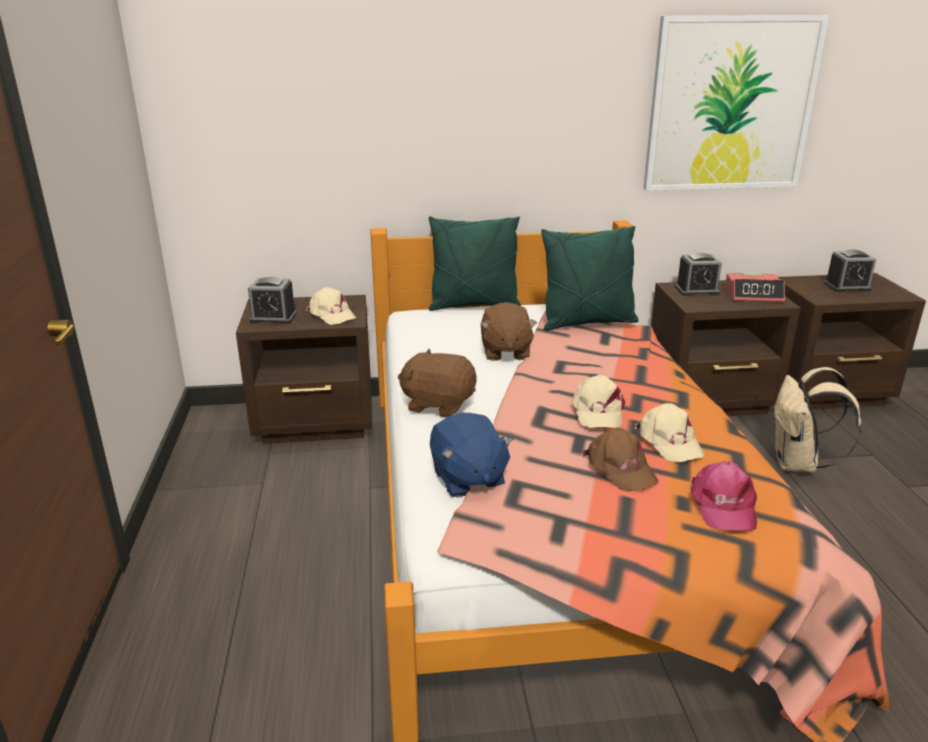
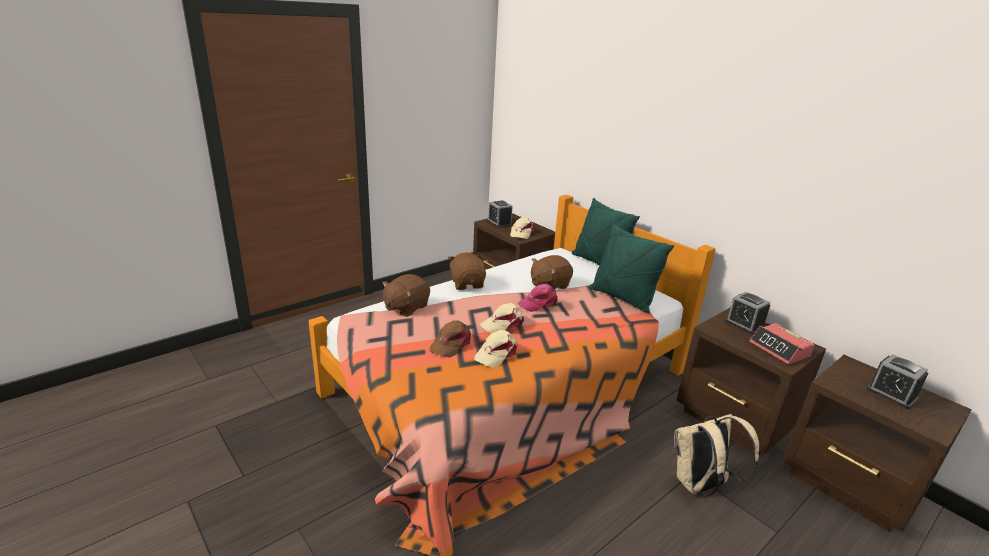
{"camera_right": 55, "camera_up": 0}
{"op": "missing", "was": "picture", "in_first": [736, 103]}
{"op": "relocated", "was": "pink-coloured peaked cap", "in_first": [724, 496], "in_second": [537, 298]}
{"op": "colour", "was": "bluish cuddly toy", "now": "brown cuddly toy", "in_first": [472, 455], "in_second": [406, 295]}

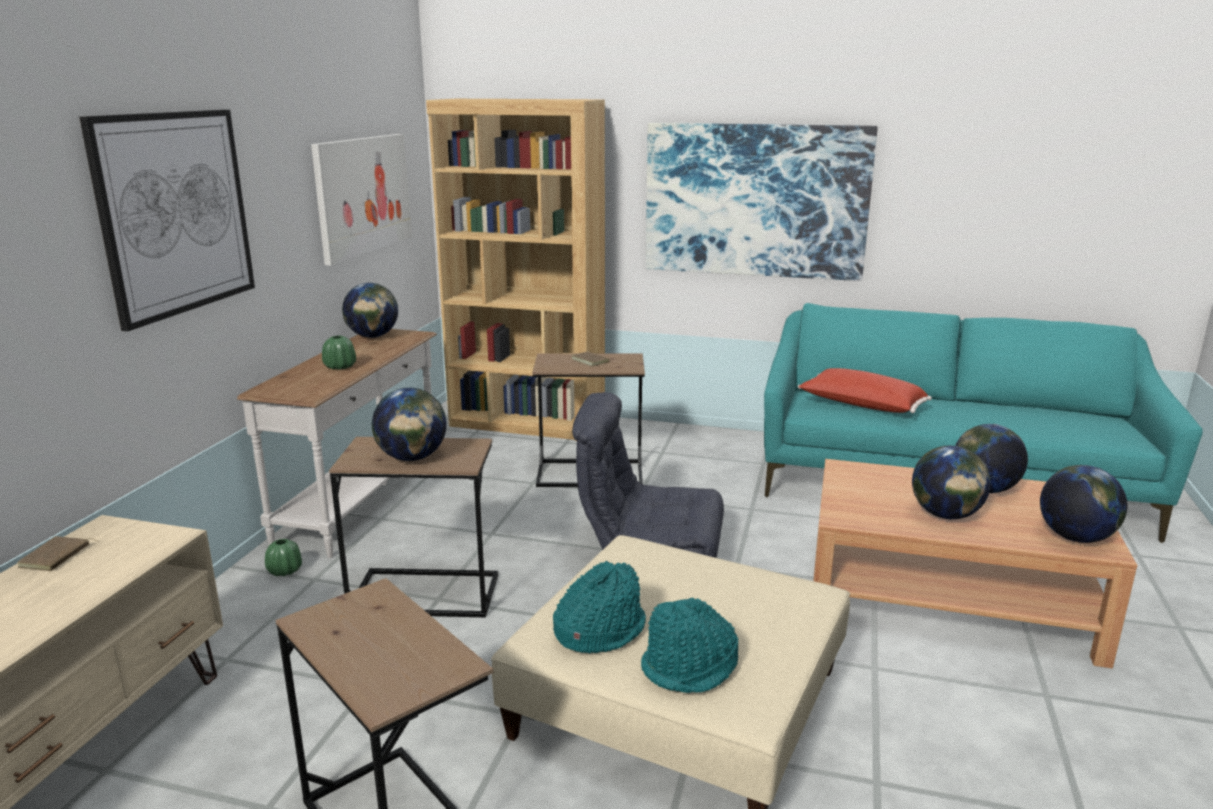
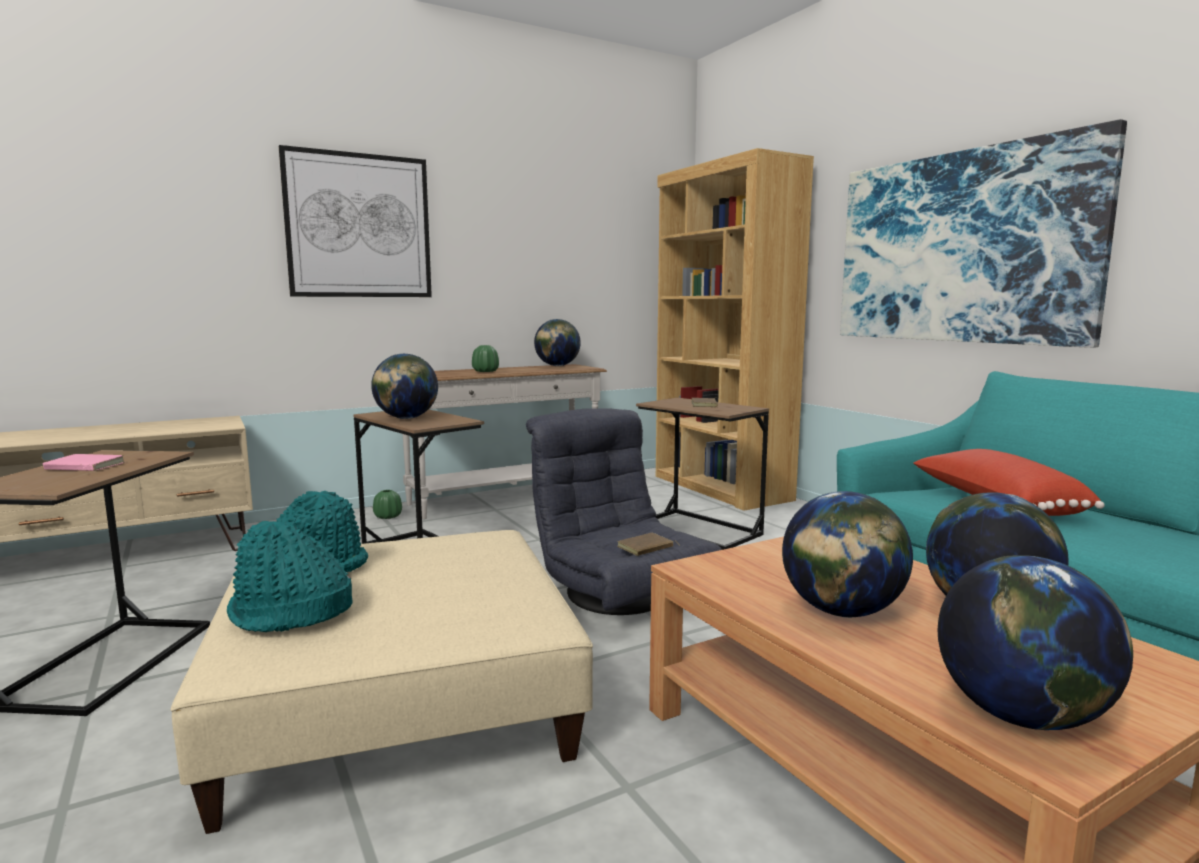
{"camera_right": 45, "camera_up": -10}
{"op": "missing", "was": "picture", "in_first": [361, 200]}
{"op": "appeared", "now": "pink-coloured book", "in_second": [84, 462]}
{"op": "relocated", "was": "brown book", "in_first": [58, 553], "in_second": [648, 544]}

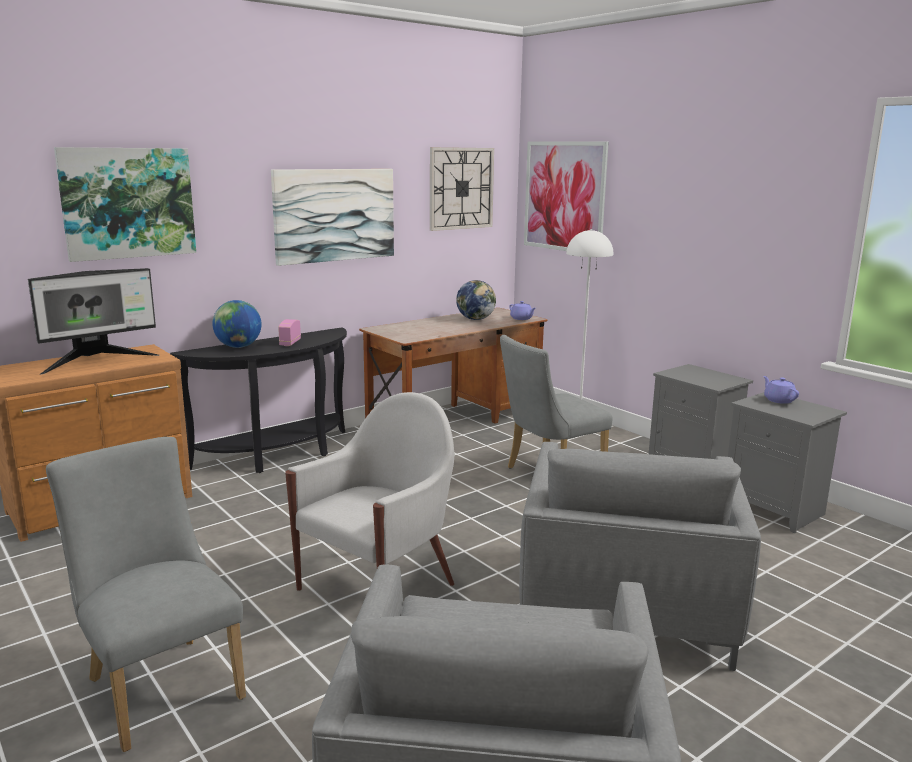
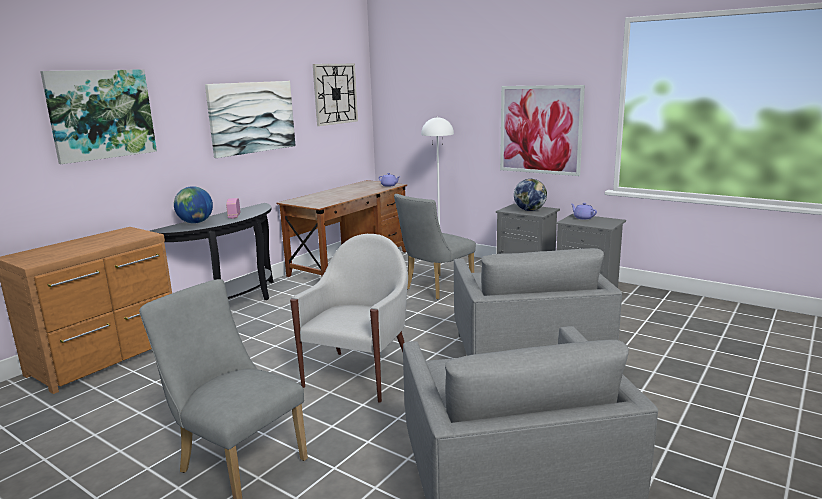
{"camera_right": -15, "camera_up": 0}
{"op": "missing", "was": "monitor", "in_first": [93, 321]}
{"op": "relocated", "was": "desk globe", "in_first": [476, 300], "in_second": [530, 195]}
{"op": "relocated", "was": "picture", "in_first": [566, 196], "in_second": [542, 130]}

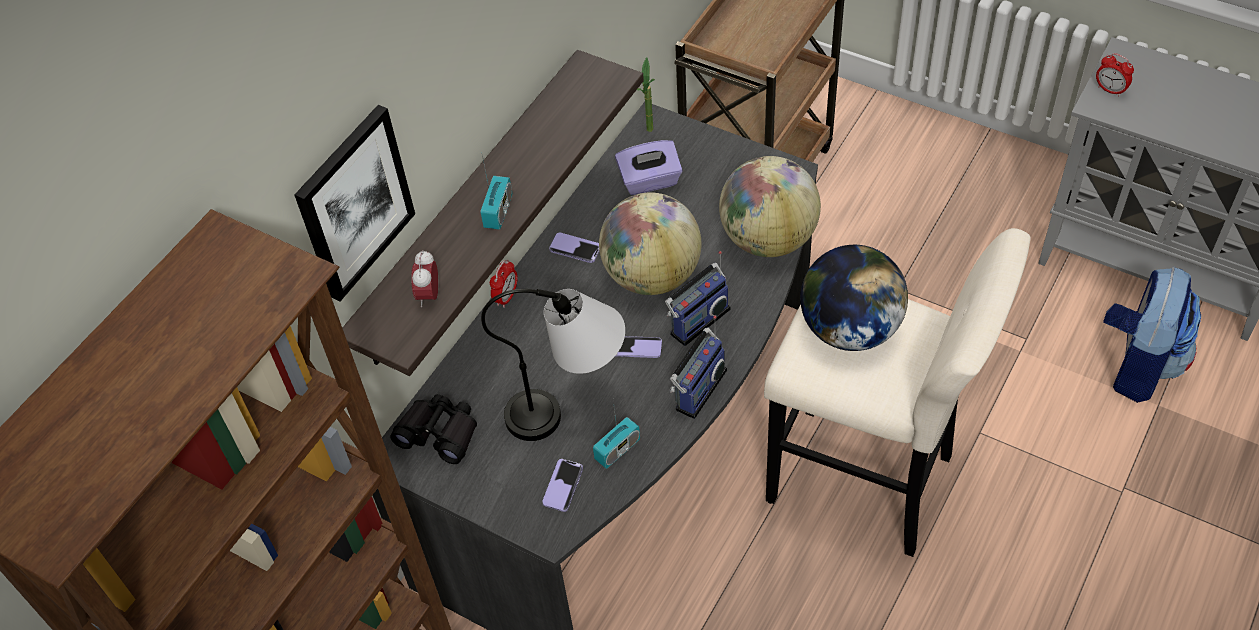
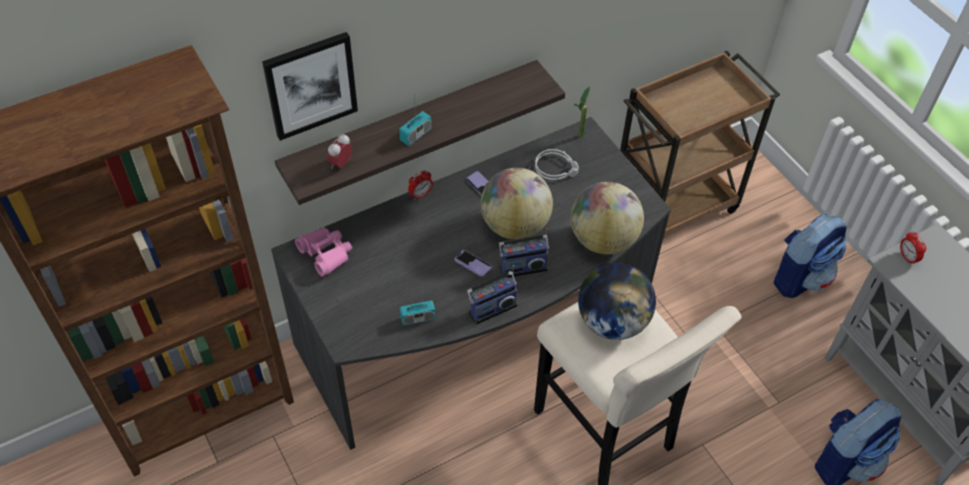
{"camera_right": 25, "camera_up": 0}
{"op": "missing", "was": "tabletop lamp", "in_first": [553, 365]}
{"op": "missing", "was": "handset", "in_first": [562, 485]}
{"op": "appeared", "now": "rucksack", "in_second": [810, 256]}
{"op": "exchanged", "was": "purplish box of tissues", "now": "greyish pair of headphones", "in_first": [649, 167], "in_second": [557, 164]}
{"op": "colour", "was": "black pair of binoculars", "now": "pink-coloured pair of binoculars", "in_first": [433, 429], "in_second": [323, 251]}

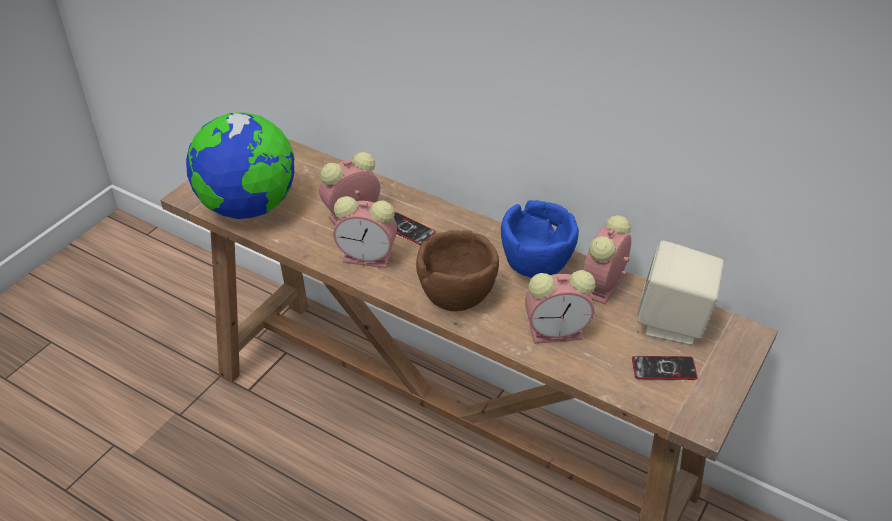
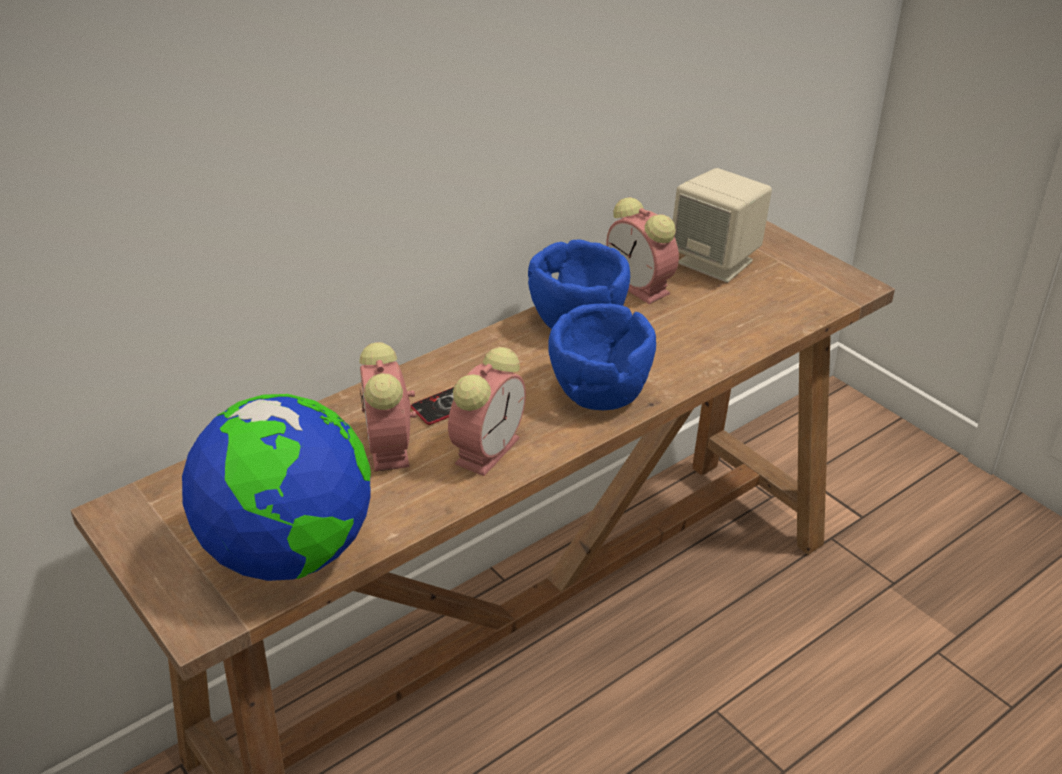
{"camera_right": -70, "camera_up": -5}
{"op": "missing", "was": "alarm clock", "in_first": [560, 307]}
{"op": "missing", "was": "handset", "in_first": [665, 368]}
{"op": "colour", "was": "brown serving bowl", "now": "bluish serving bowl", "in_first": [457, 270], "in_second": [602, 356]}

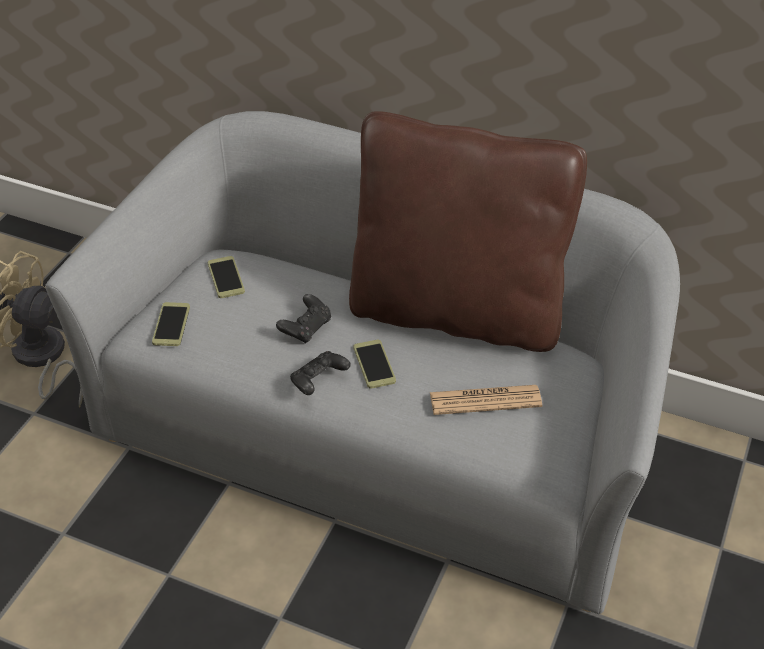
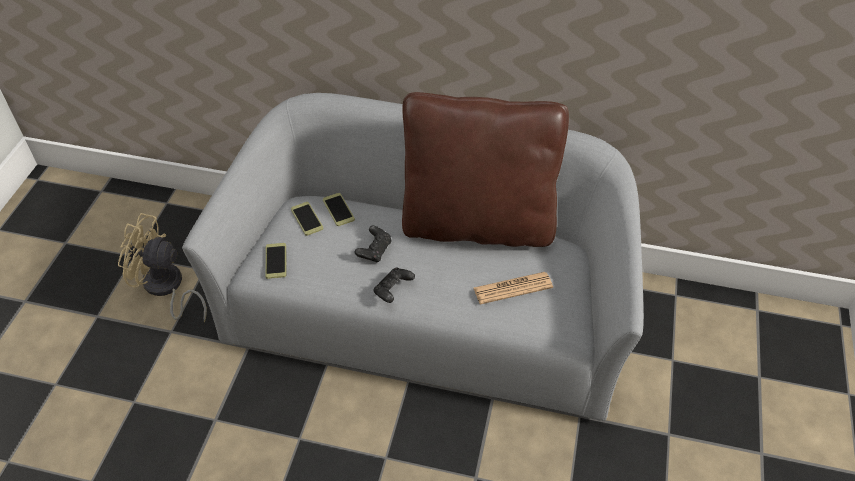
{"camera_right": -10, "camera_up": 5}
{"op": "relocated", "was": "handset", "in_first": [374, 364], "in_second": [339, 209]}

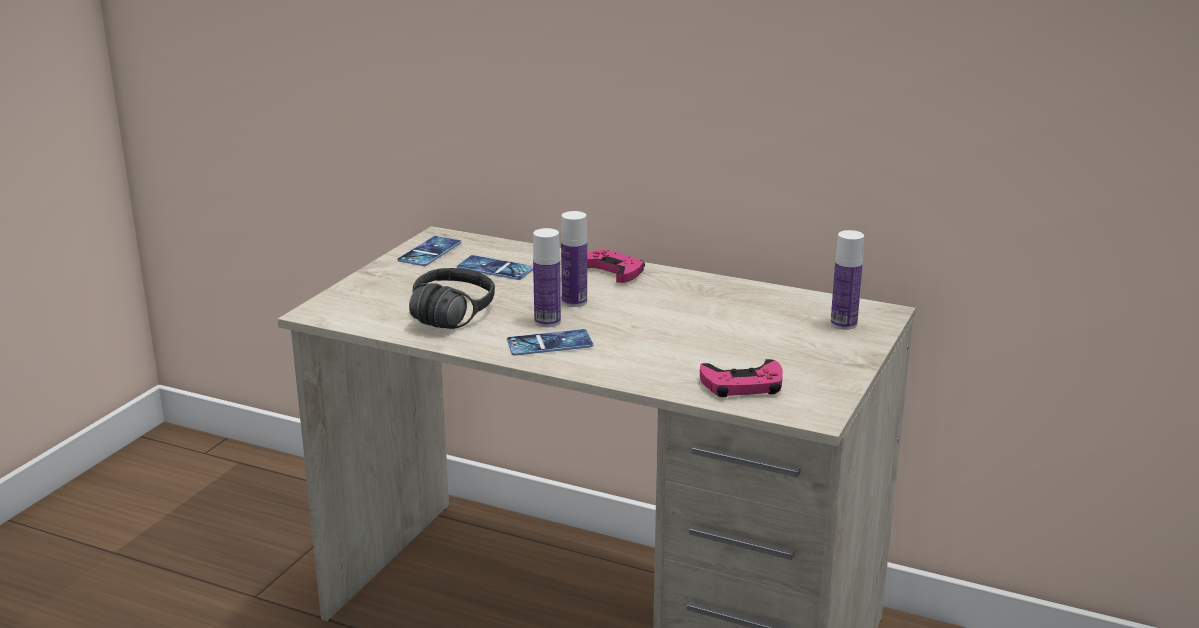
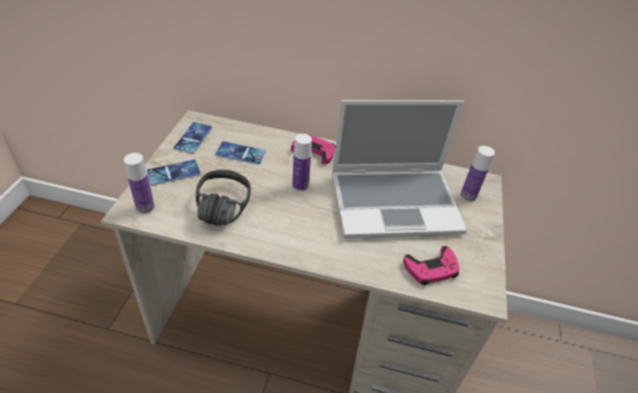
{"camera_right": -15, "camera_up": 20}
{"op": "appeared", "now": "portable computer", "in_second": [399, 169]}
{"op": "relocated", "was": "handset", "in_first": [550, 342], "in_second": [174, 172]}
{"op": "relocated", "was": "drink bottle", "in_first": [547, 277], "in_second": [139, 183]}

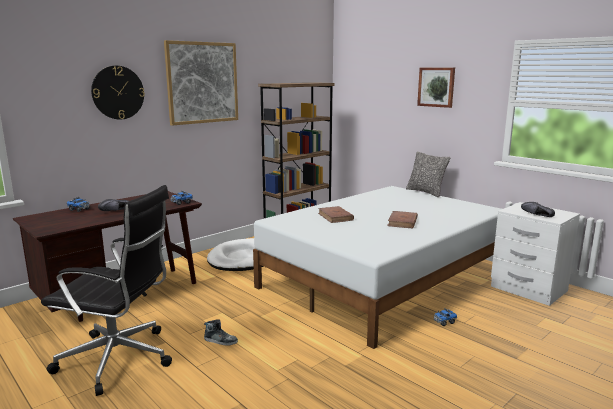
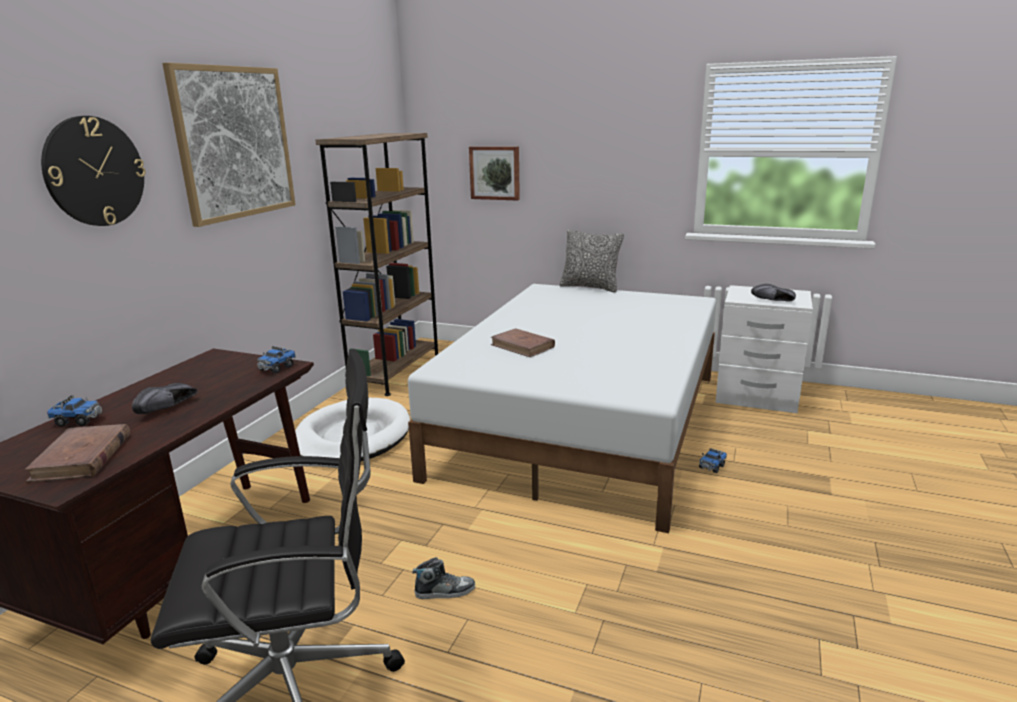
{"camera_right": -25, "camera_up": 5}
{"op": "relocated", "was": "brown book", "in_first": [402, 219], "in_second": [77, 453]}
{"op": "relocated", "was": "picture", "in_first": [436, 88], "in_second": [494, 173]}

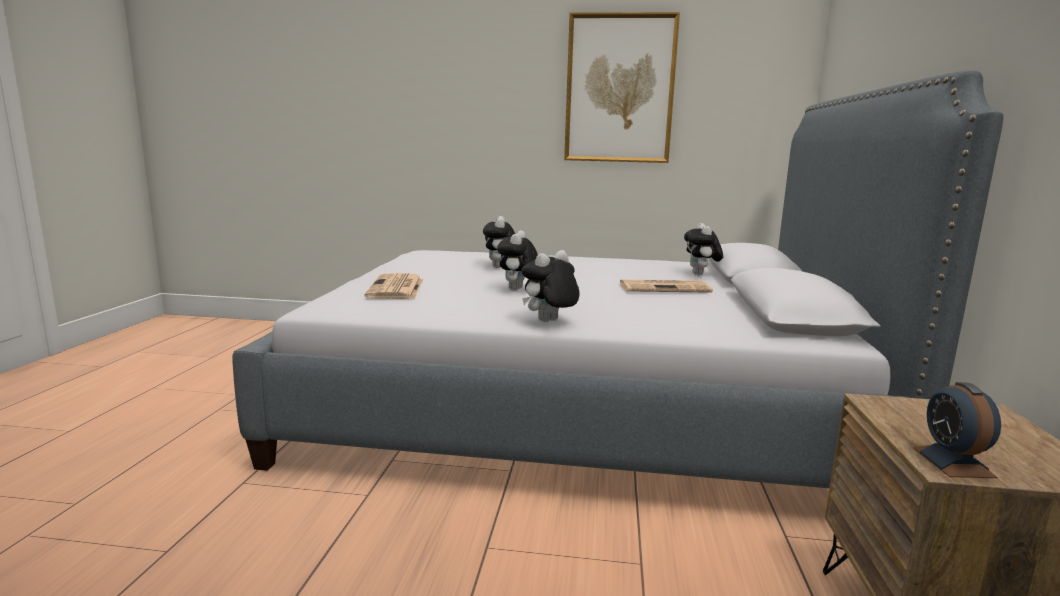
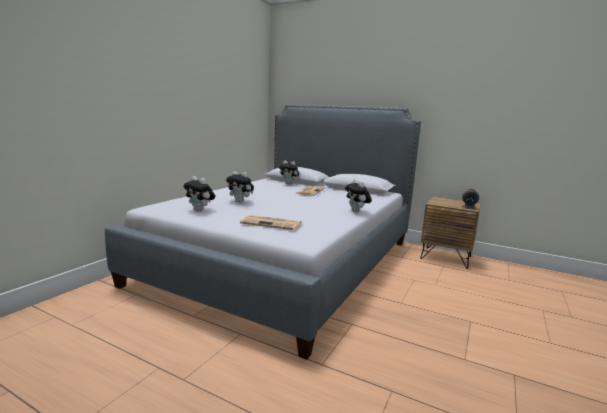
{"camera_right": -70, "camera_up": 0}
{"op": "missing", "was": "picture", "in_first": [622, 87]}
{"op": "relocated", "was": "cuddly toy", "in_first": [517, 260], "in_second": [199, 193]}

